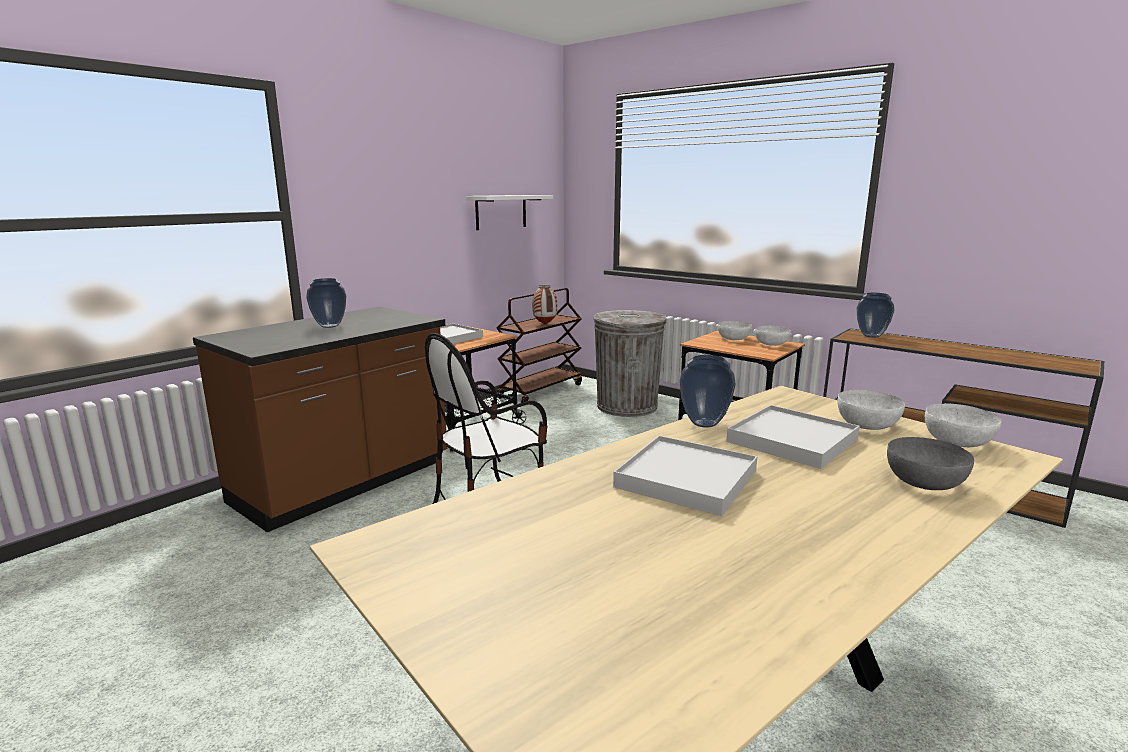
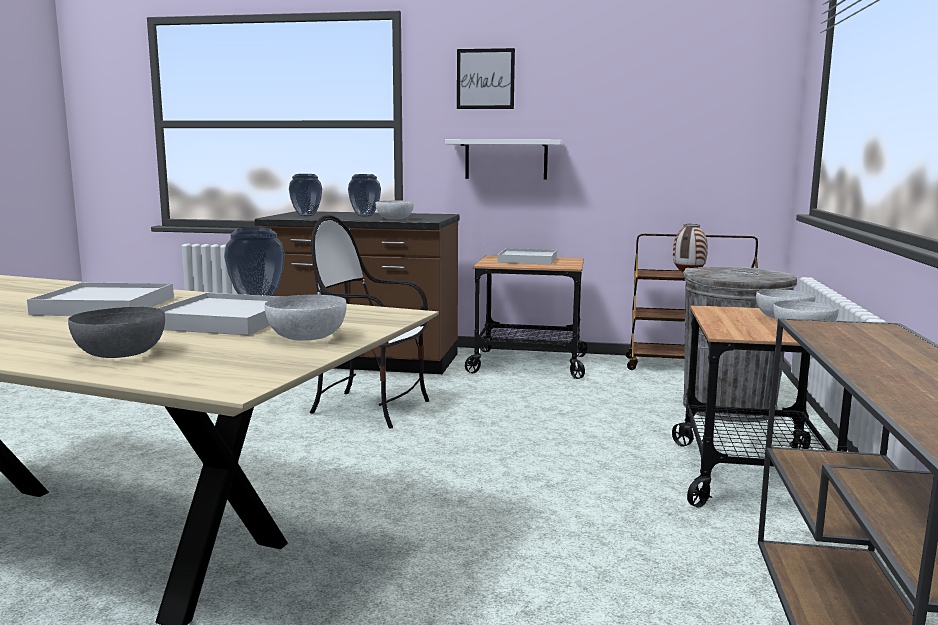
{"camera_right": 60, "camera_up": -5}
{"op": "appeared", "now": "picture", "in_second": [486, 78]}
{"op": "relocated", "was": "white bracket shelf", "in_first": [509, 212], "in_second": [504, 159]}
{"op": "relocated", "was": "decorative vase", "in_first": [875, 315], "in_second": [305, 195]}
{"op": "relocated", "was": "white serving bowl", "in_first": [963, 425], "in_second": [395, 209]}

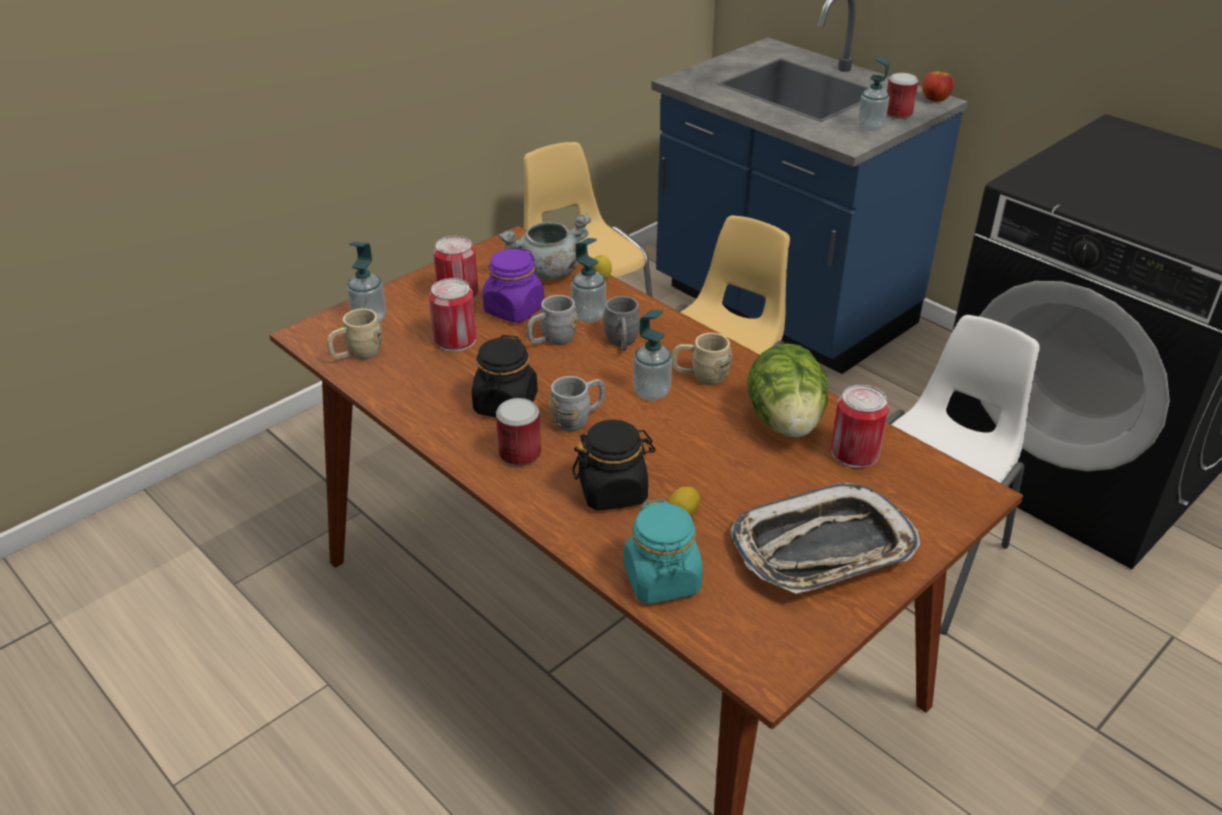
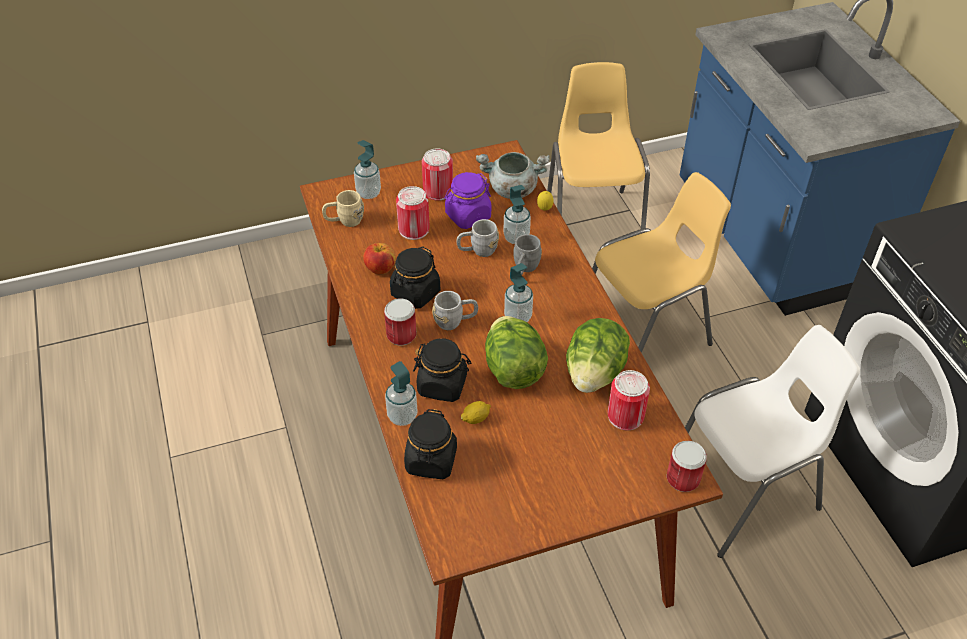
{"camera_right": 25, "camera_up": 10}
{"op": "missing", "was": "beige tea mug", "in_first": [702, 359]}
{"op": "missing", "was": "tray", "in_first": [825, 538]}
{"op": "appeared", "now": "lettuce", "in_second": [516, 352]}
{"op": "relocated", "was": "liquid soap bottle", "in_first": [874, 93], "in_second": [401, 393]}
{"op": "relocated", "was": "can", "in_first": [902, 96], "in_second": [687, 466]}
{"op": "relocated", "was": "apple", "in_first": [938, 85], "in_second": [379, 258]}
{"op": "colour", "was": "blue-green preserve jar", "now": "black preserve jar", "in_first": [663, 551], "in_second": [430, 444]}

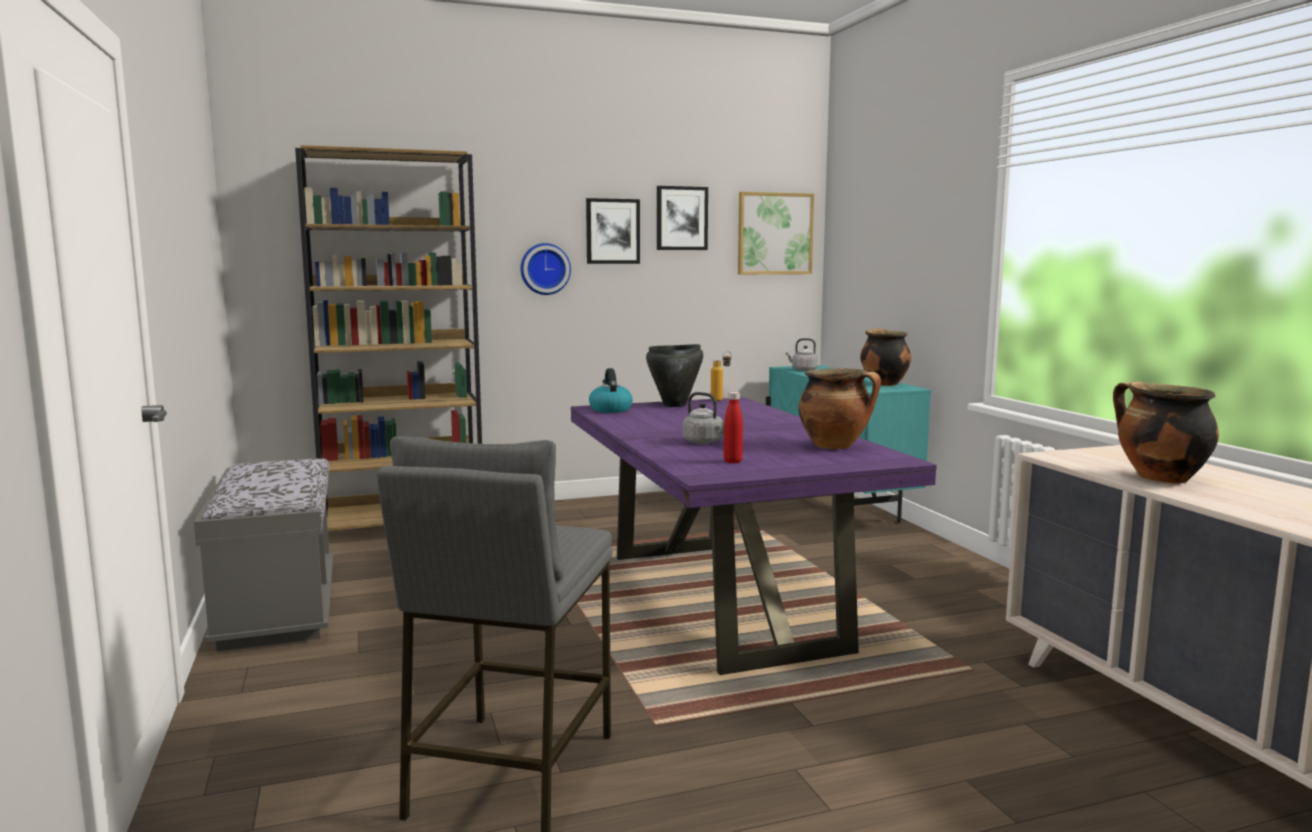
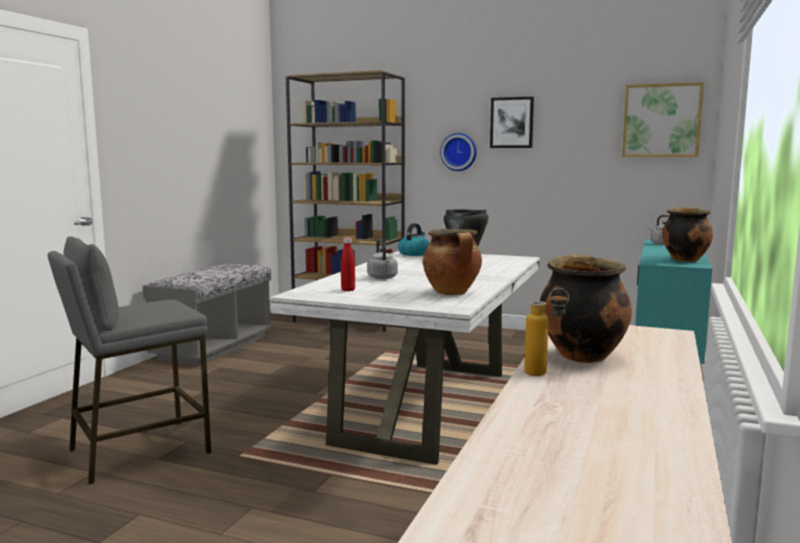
{"camera_right": 40, "camera_up": 0}
{"op": "missing", "was": "picture", "in_first": [682, 218]}
{"op": "relocated", "was": "drink bottle", "in_first": [721, 376], "in_second": [546, 332]}
{"op": "colour", "was": "purplish dining table", "now": "white dining table", "in_first": [754, 536], "in_second": [405, 358]}

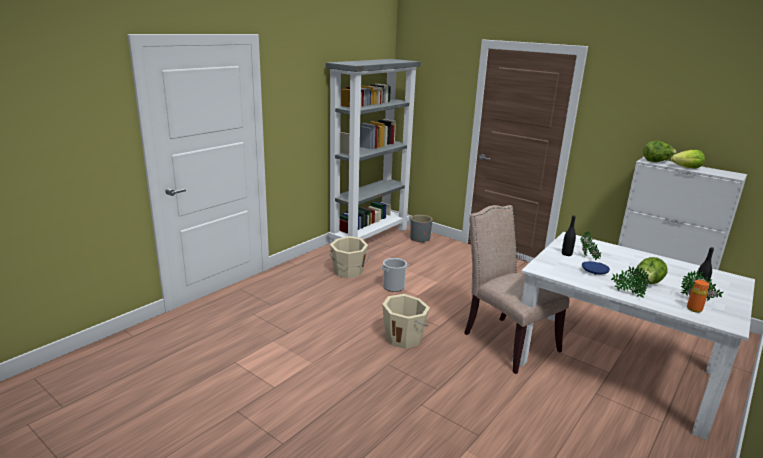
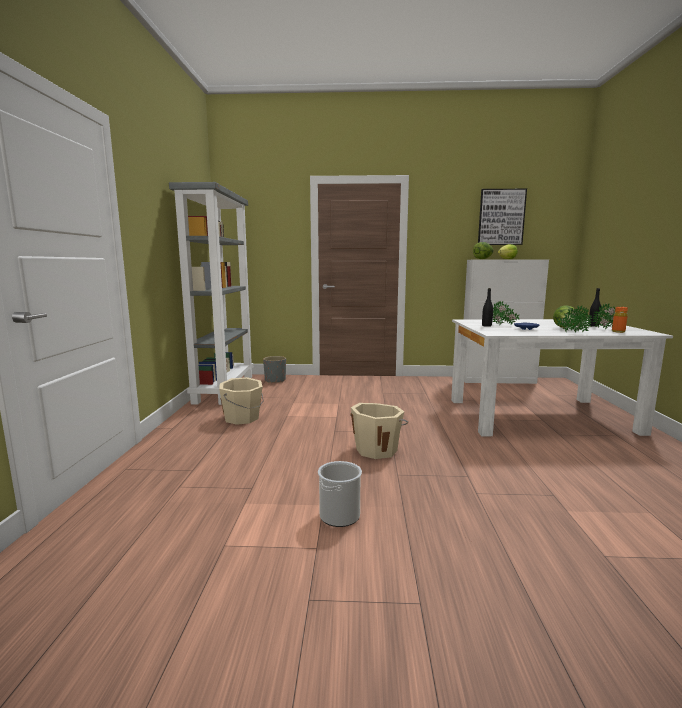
{"camera_right": -35, "camera_up": -10}
{"op": "missing", "was": "beige chair", "in_first": [516, 289]}
{"op": "appeared", "now": "picture", "in_second": [502, 217]}
{"op": "relocated", "was": "bucket", "in_first": [394, 275], "in_second": [340, 494]}

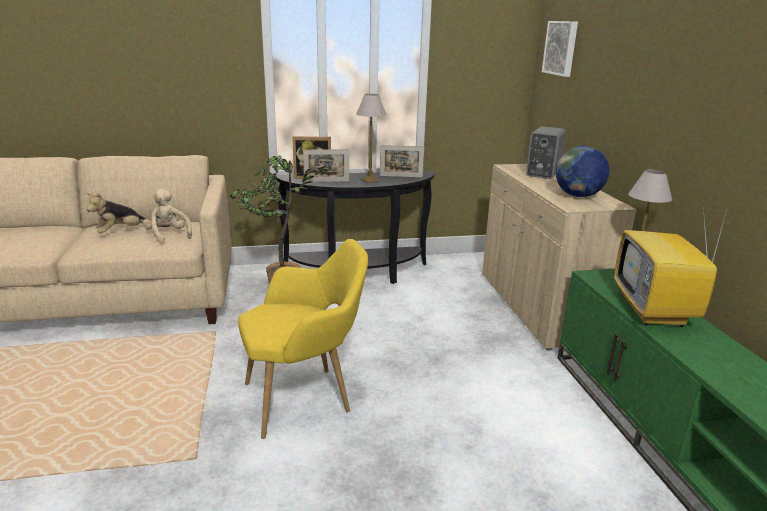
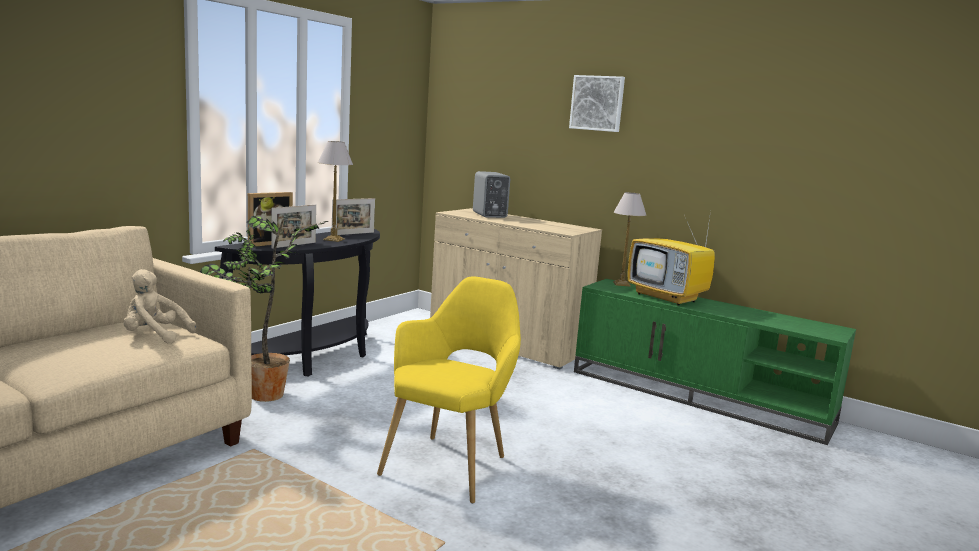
{"camera_right": -45, "camera_up": -10}
{"op": "missing", "was": "cuddly toy", "in_first": [115, 213]}
{"op": "missing", "was": "desk globe", "in_first": [582, 171]}
{"op": "relocated", "was": "picture", "in_first": [560, 49], "in_second": [597, 103]}

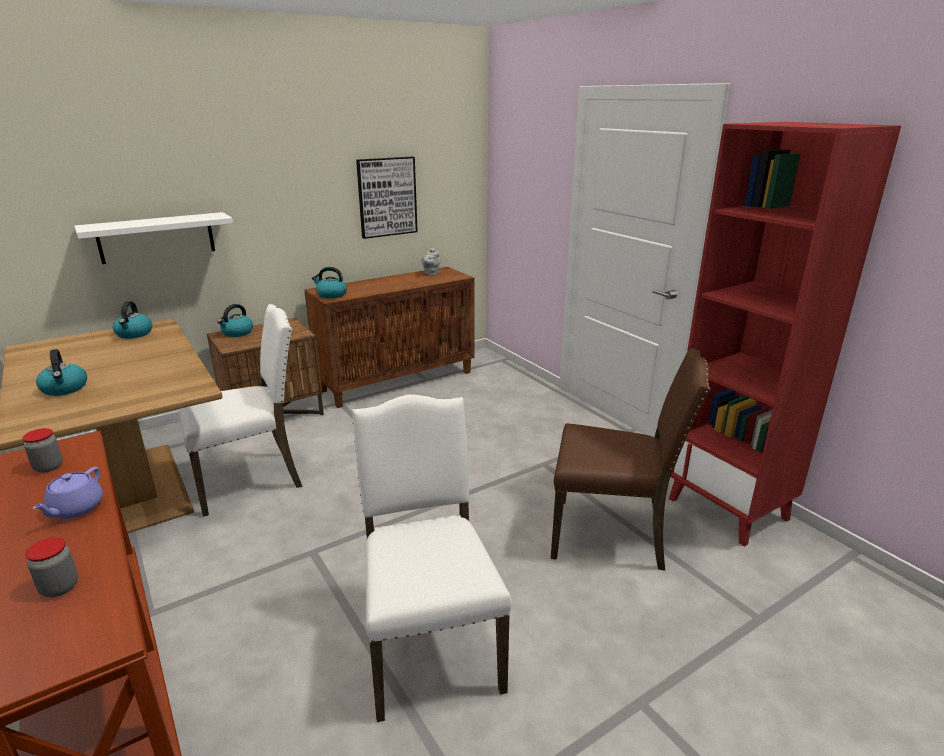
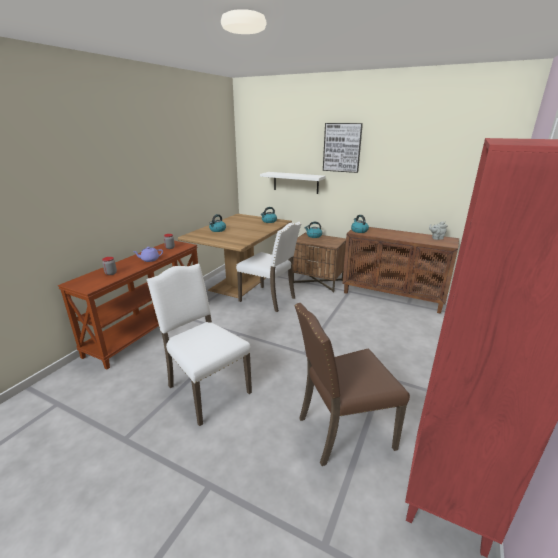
{"camera_right": 60, "camera_up": 0}
{"op": "relocated", "was": "picture", "in_first": [387, 198], "in_second": [343, 148]}
{"op": "spun", "was": "white chair", "in_first": [432, 558], "in_second": [199, 345], "clockwise": -90}
{"op": "spun", "was": "brown chair", "in_first": [631, 459], "in_second": [352, 384], "clockwise": 90}

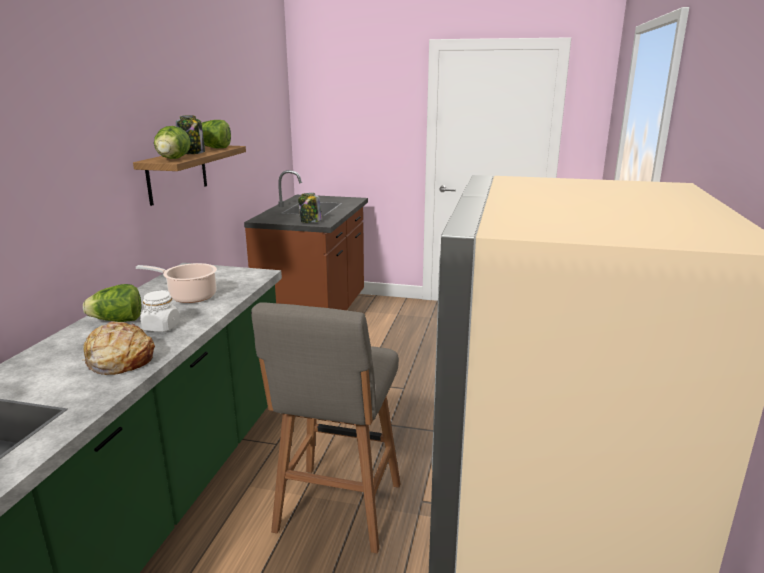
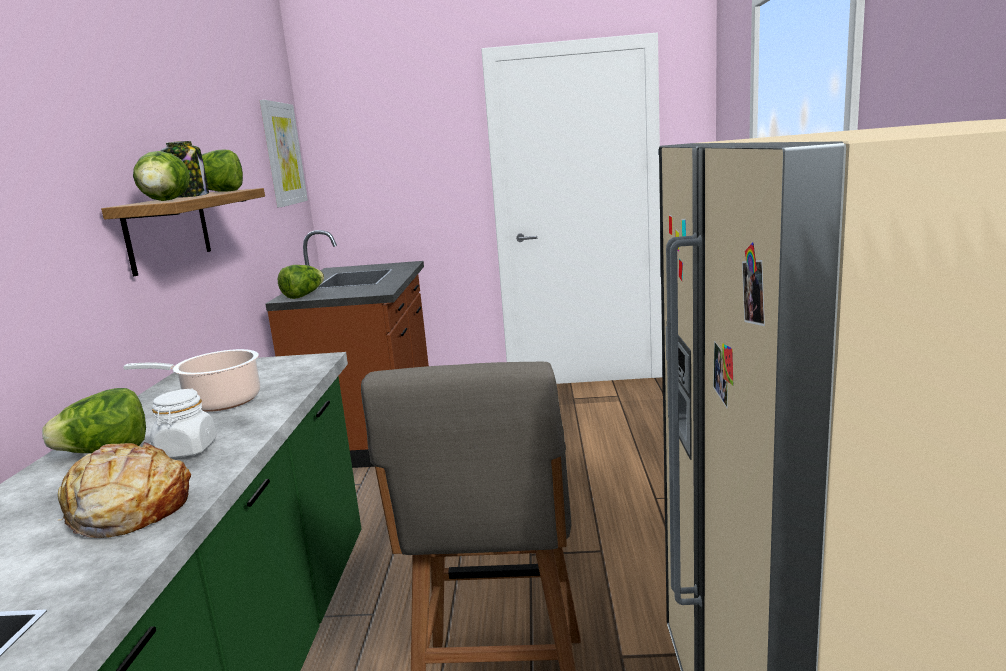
{"camera_right": -10, "camera_up": -5}
{"op": "missing", "was": "preserve jar", "in_first": [310, 208]}
{"op": "appeared", "now": "picture", "in_second": [284, 153]}
{"op": "appeared", "now": "lettuce", "in_second": [301, 282]}

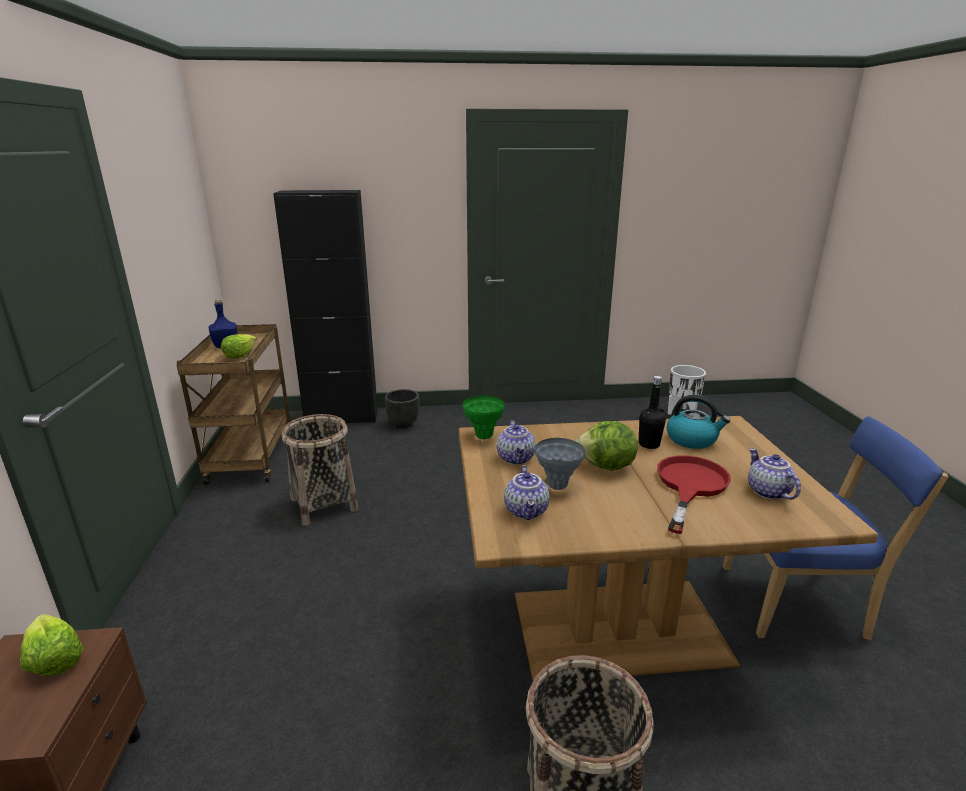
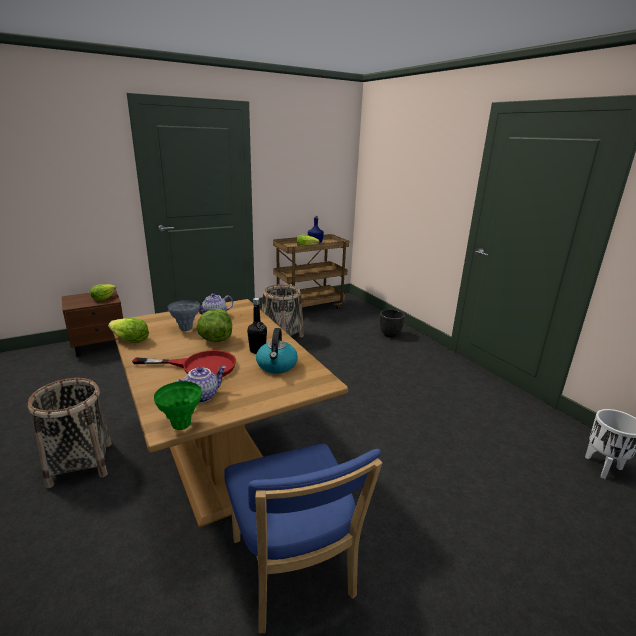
{"camera_right": 65, "camera_up": 0}
{"op": "missing", "was": "black cabinet", "in_first": [325, 306]}
{"op": "missing", "was": "tea pot", "in_first": [526, 492]}
{"op": "appeared", "now": "lettuce", "in_second": [128, 330]}
{"op": "relocated", "was": "green-coloured decorative vase", "in_first": [484, 417], "in_second": [178, 405]}

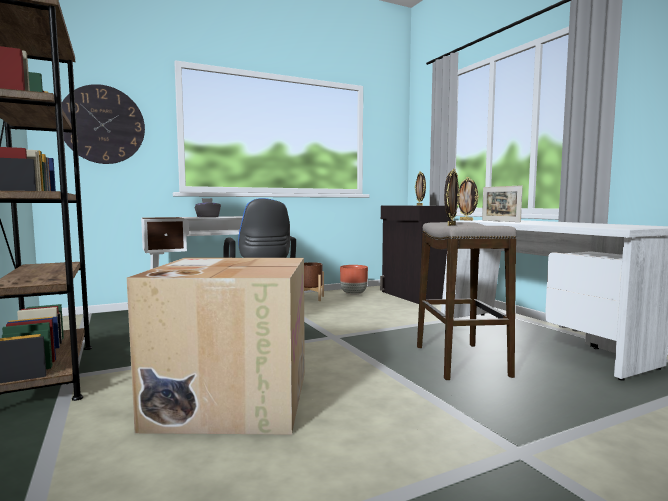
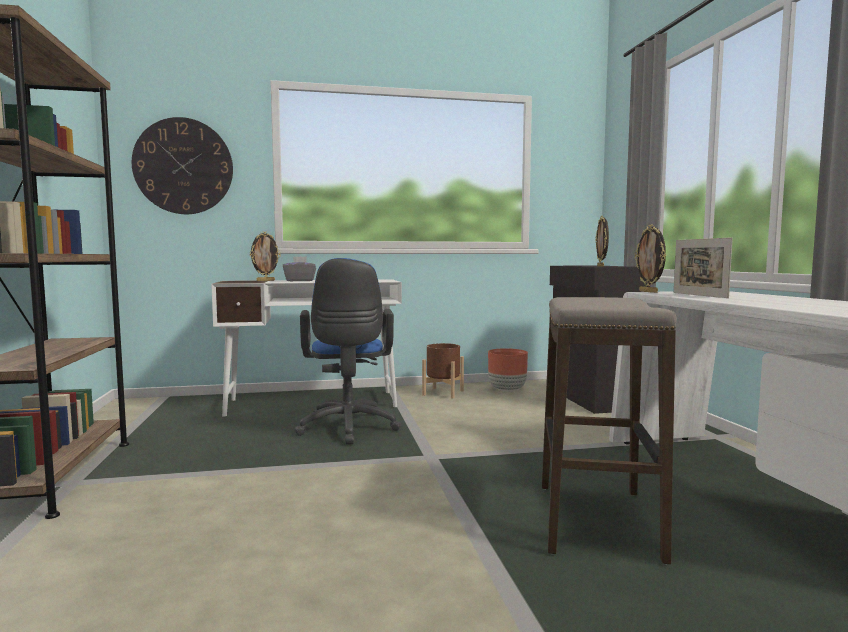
{"camera_right": 15, "camera_up": 0}
{"op": "missing", "was": "carton", "in_first": [216, 346]}
{"op": "relocated", "was": "picture frame", "in_first": [452, 197], "in_second": [265, 256]}

